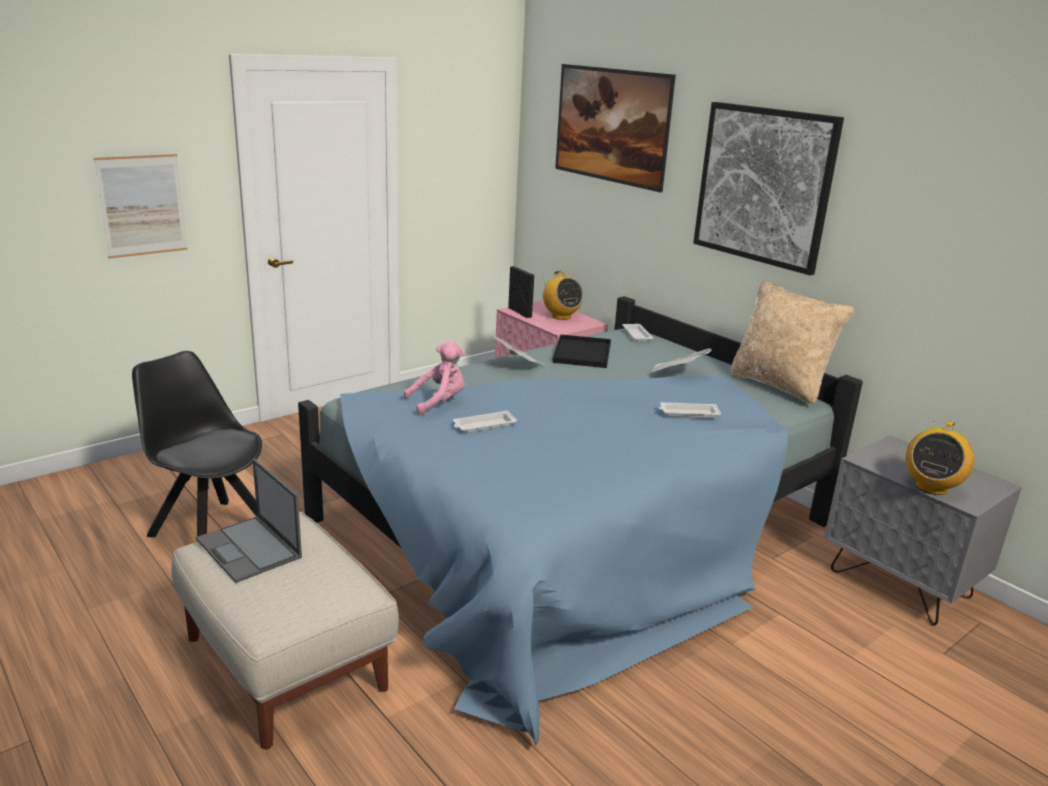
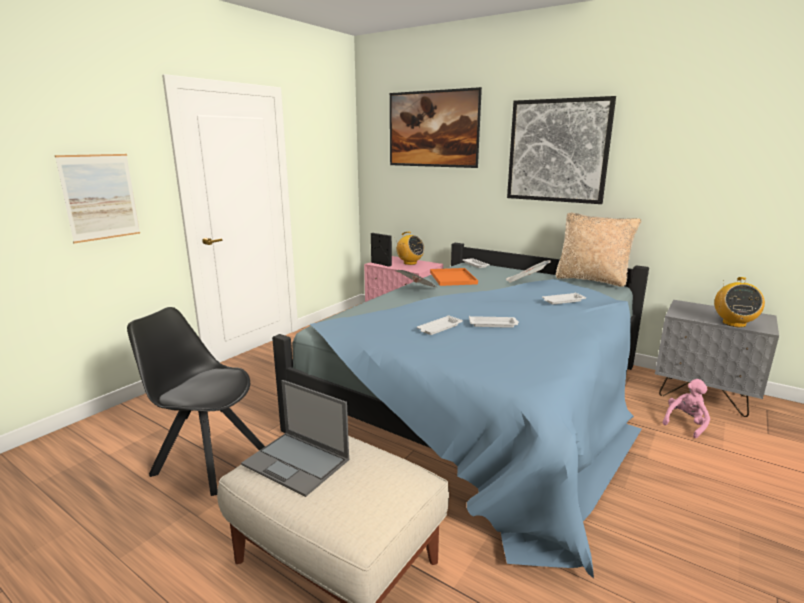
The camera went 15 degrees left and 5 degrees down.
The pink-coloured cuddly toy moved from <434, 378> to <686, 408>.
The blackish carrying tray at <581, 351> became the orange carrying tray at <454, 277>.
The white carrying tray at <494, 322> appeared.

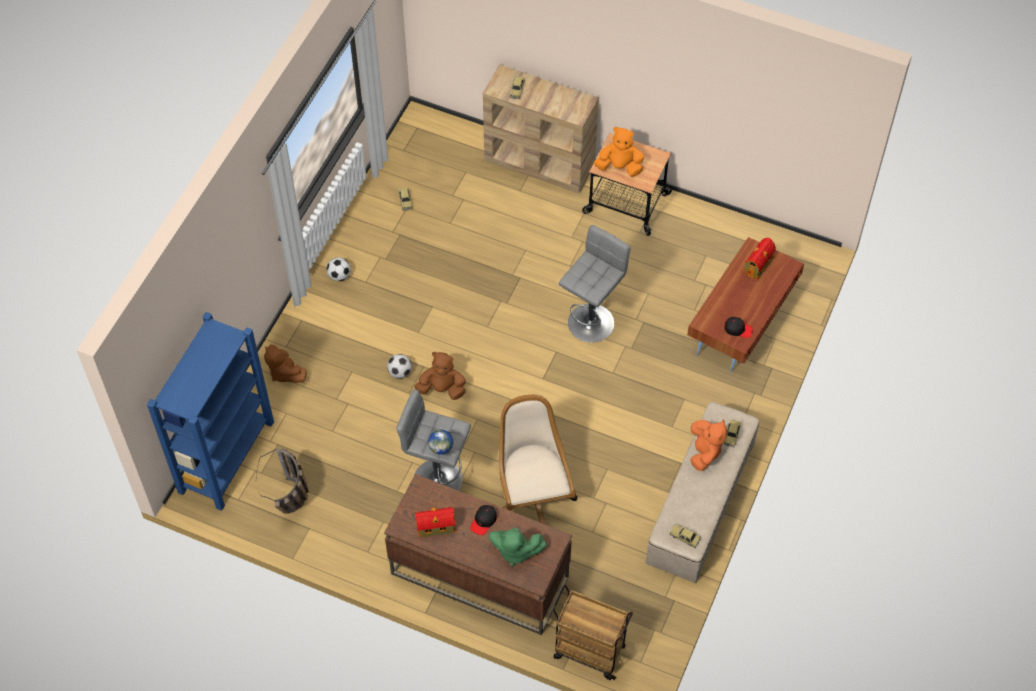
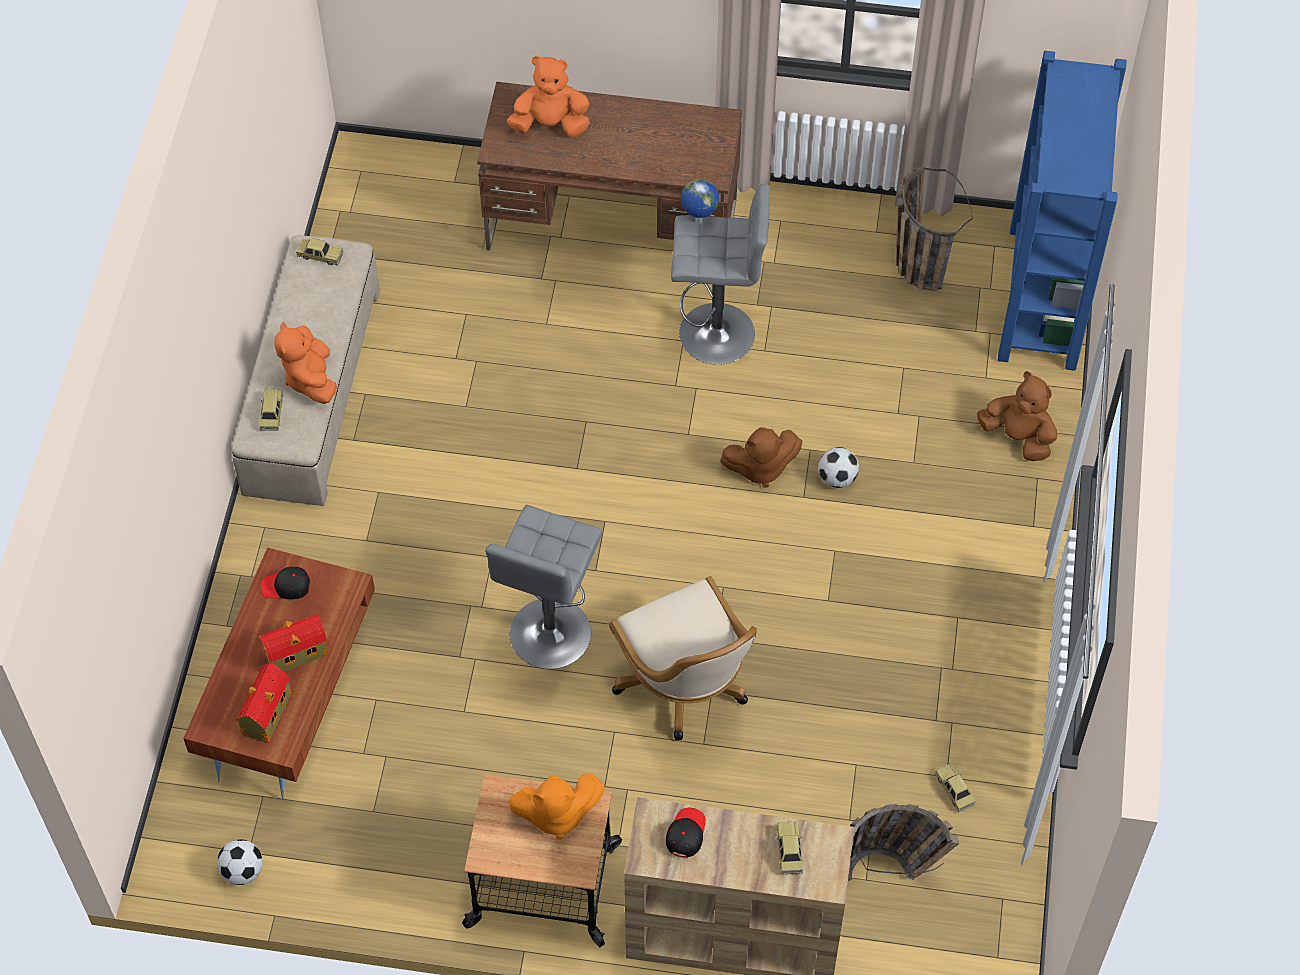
The camera went 165 degrees right and 0 degrees up.
The ball for football moved from <338, 269> to <240, 862>.
The miniature house moved from <435, 522> to <293, 643>.
The blackish peaked cap moved from <483, 520> to <686, 833>.
The greenish cuddly toy at <518, 547> became the orange cuddly toy at <548, 97>.
The office chair moved from <538, 460> to <683, 658>.
The brown cart at <593, 633> disappeared.
The household basket at <903, 842> appeared.

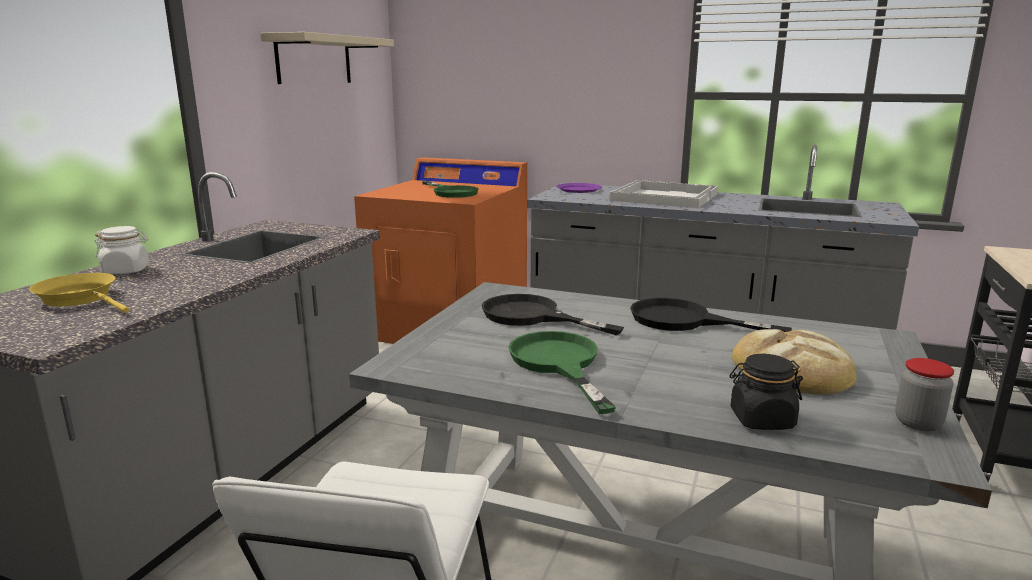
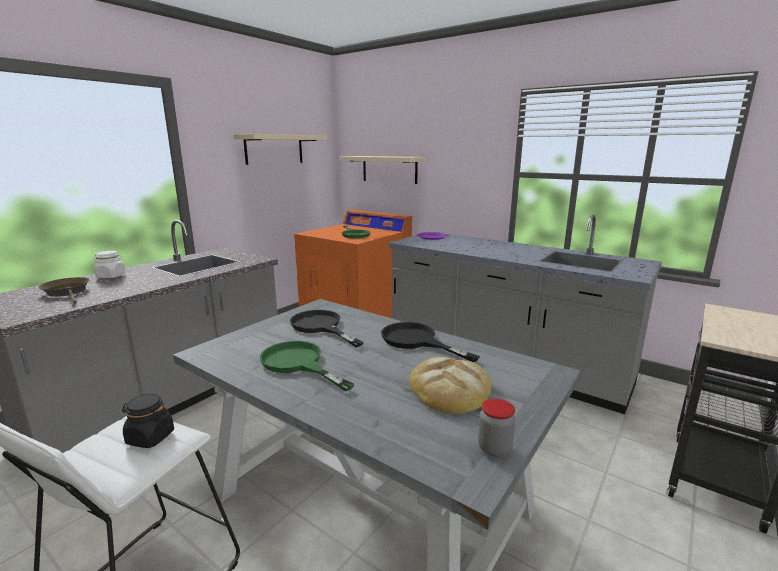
The camera went 15 degrees right and 0 degrees up.
The yellow pan at <79, 293> became the brown pan at <64, 290>.
The greenish pan at <562, 372> turned 45 degrees counterclockwise.
The white carrying tray at <664, 194> disappeared.
The blackish jar moved from <766, 392> to <148, 421>.
The sand-coloured wall shelf at <382, 170> appeared.

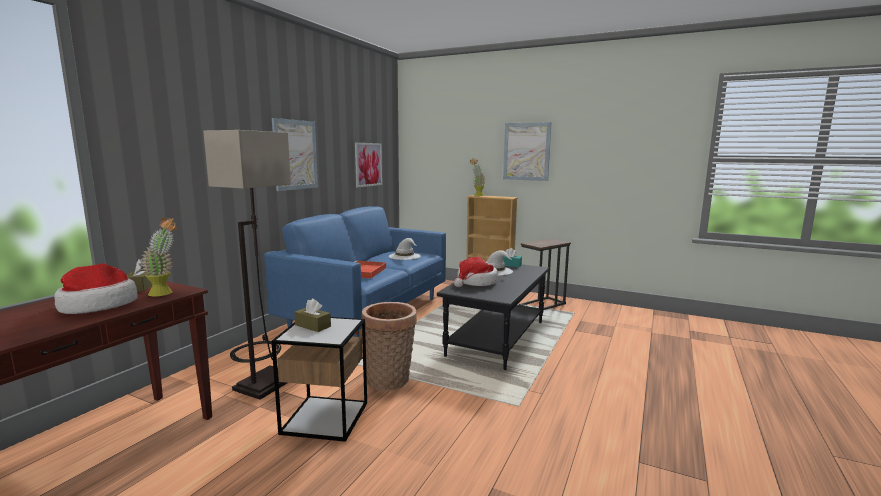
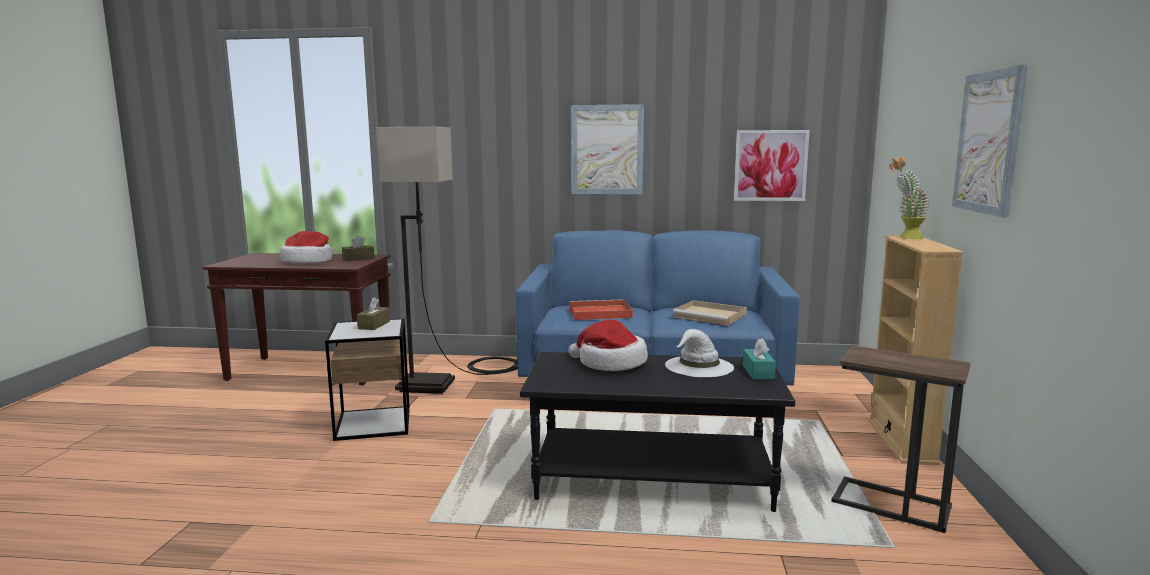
The camera went 70 degrees right and 0 degrees up.
The houseplant at <159, 256> disappeared.
The household basket at <389, 346> disappeared.
The white clothing hat at <405, 249> was replaced by the sand-coloured carrying tray at <710, 313>.

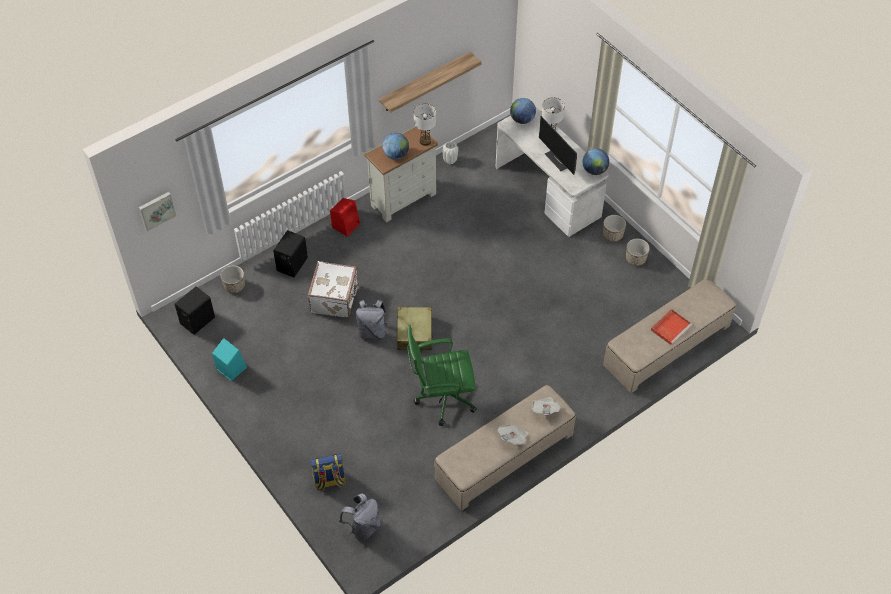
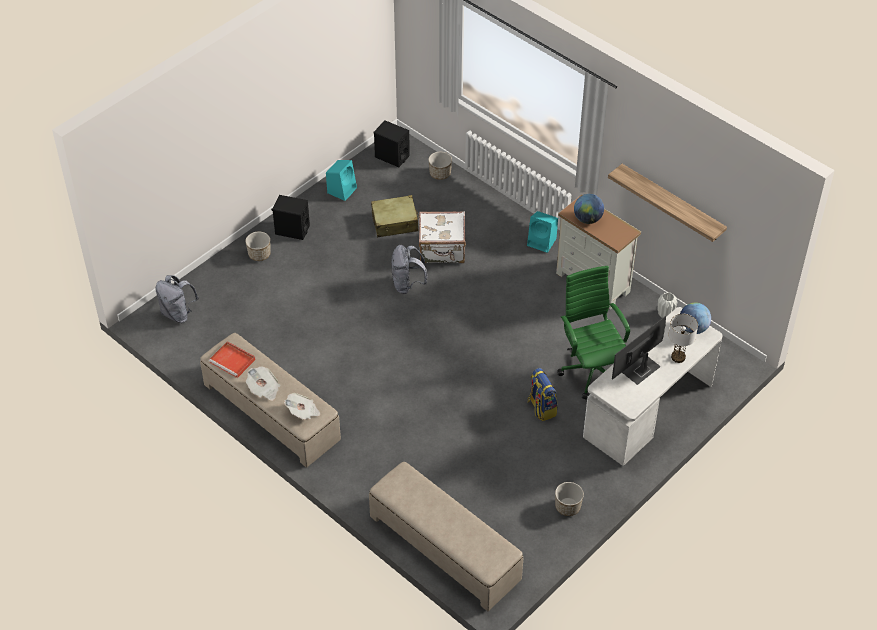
The camera went 80 degrees right and 5 degrees down.
The wall art at <157, 211> disappeared.
The blackish speaker moved from <290, 254> to <290, 217>.
The rucksack moved from <328, 472> to <542, 394>.
The red speaker at <345, 217> became the turquoise-coloured speaker at <542, 232>.
The sand-coloured piece of luggage moved from <415, 328> to <395, 216>.
The greenish office chair moved from <442, 375> to <593, 333>.
The table lamp at <425, 125> disappeared.
The desk globe at <596, 161> disappeared.
The flower pot moved from <614, 228> to <258, 246>.
The red carrying tray moved from <671, 327> to <232, 359>.

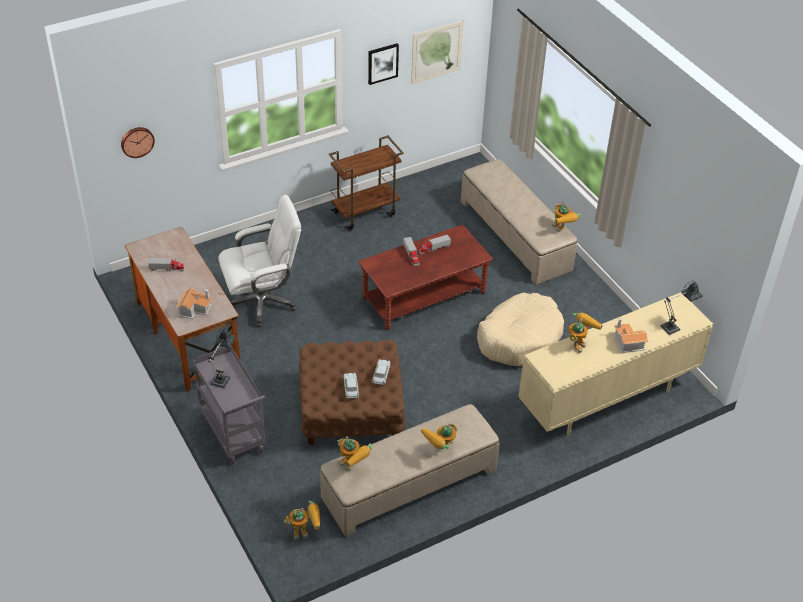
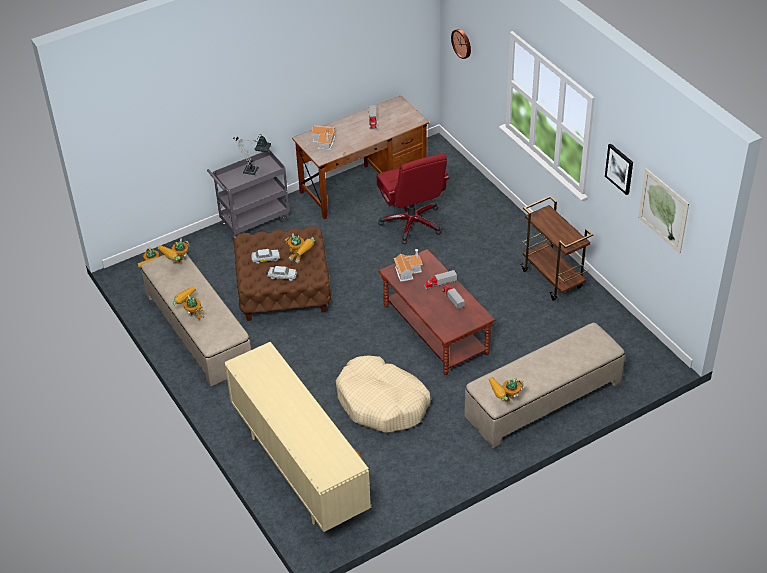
The camera went 90 degrees right and 0 degrees up.
The white office chair at <259, 261> became the red office chair at <412, 199>.
The robot figure moved from <586, 333> to <300, 248>.
The miniature house moved from <631, 335> to <408, 265>.
The table lamp at <681, 308> disappeared.

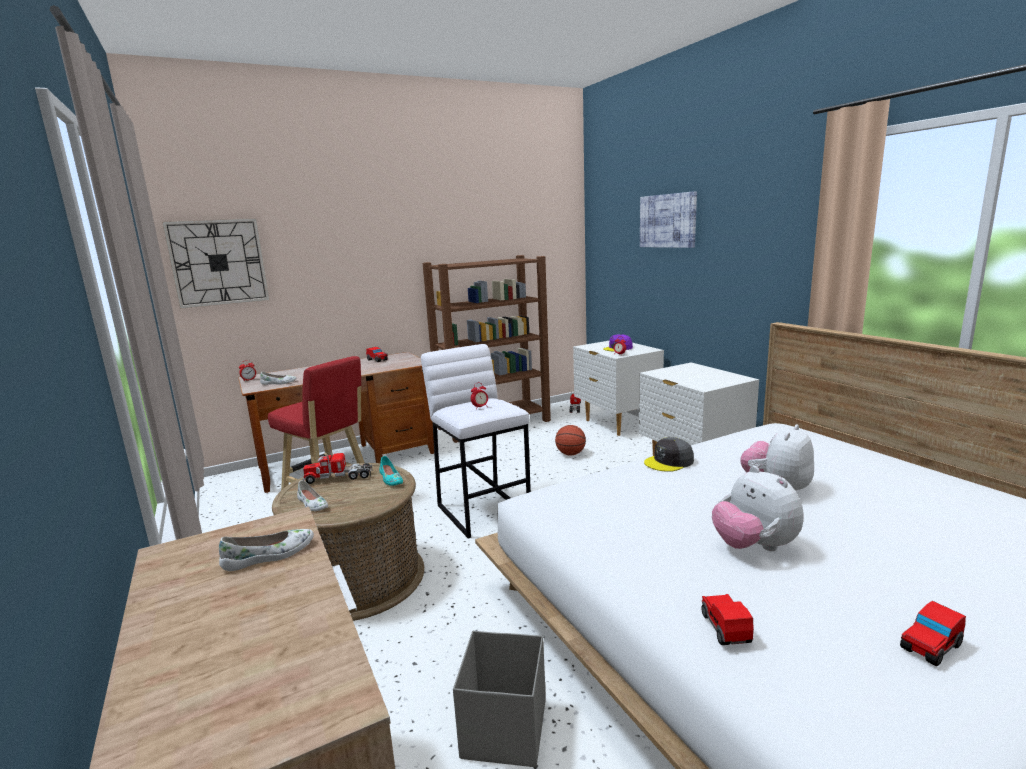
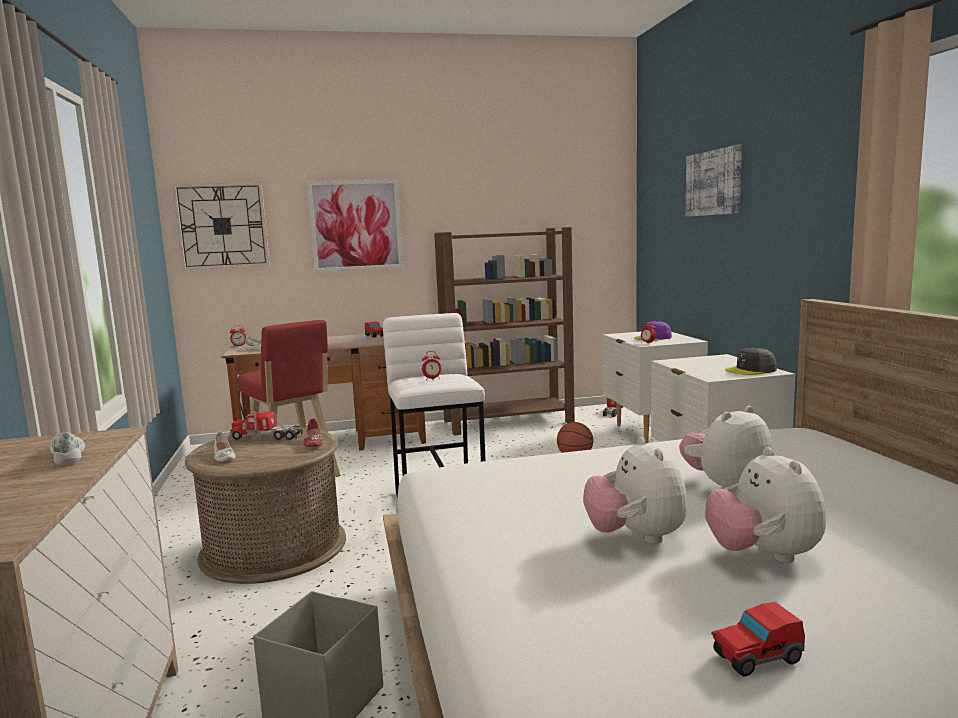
The camera went 15 degrees right and 5 degrees down.
The white item of footwear at <266, 550> turned 105 degrees counterclockwise.
The turquoise-coloured item of footwear at <391, 471> became the red item of footwear at <313, 433>.
The greyish peaked cap moved from <669, 454> to <751, 361>.
The miniature car at <727, 619> disappeared.
The wall art at <355, 225> appeared.
The cuddly toy at <765, 505> appeared.

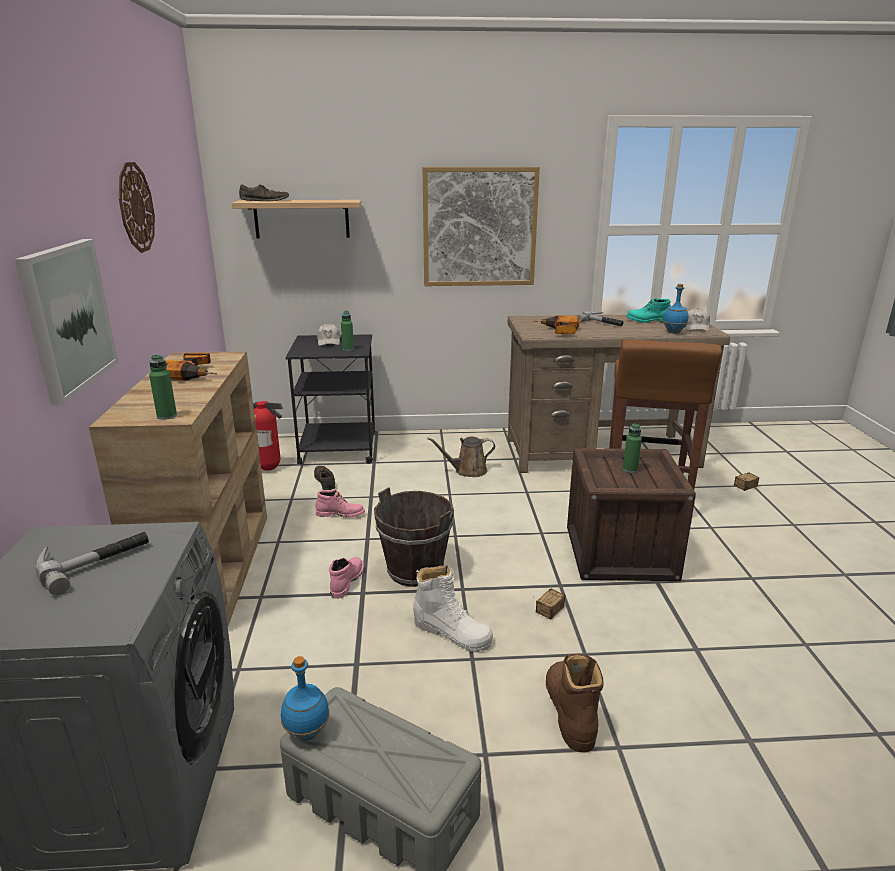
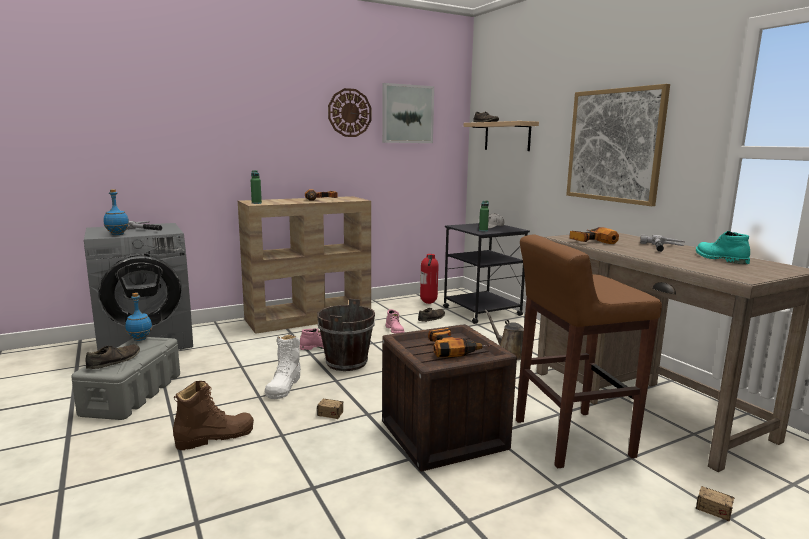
The camera went 65 degrees right and 10 degrees down.
The wall art moved from <66, 322> to <408, 113>.
The greenish drink bottle at <632, 448> was replaced by the power drill at <460, 342>.
The blue-coloured drink bottle moved from <676, 308> to <116, 212>.
The white peaked cap at <698, 320> disappeared.
The brown item of footwear at <113, 356> appeared.

